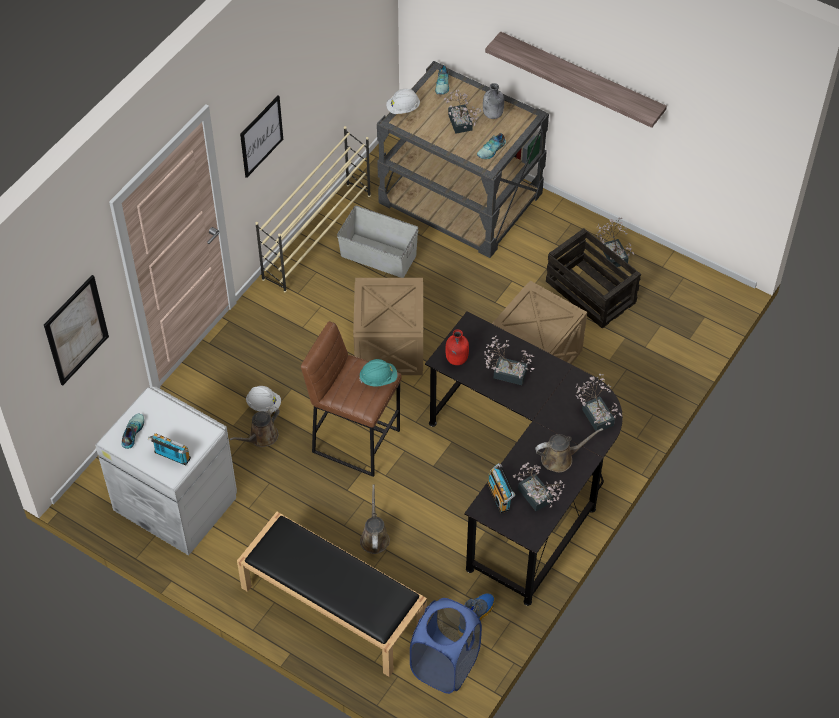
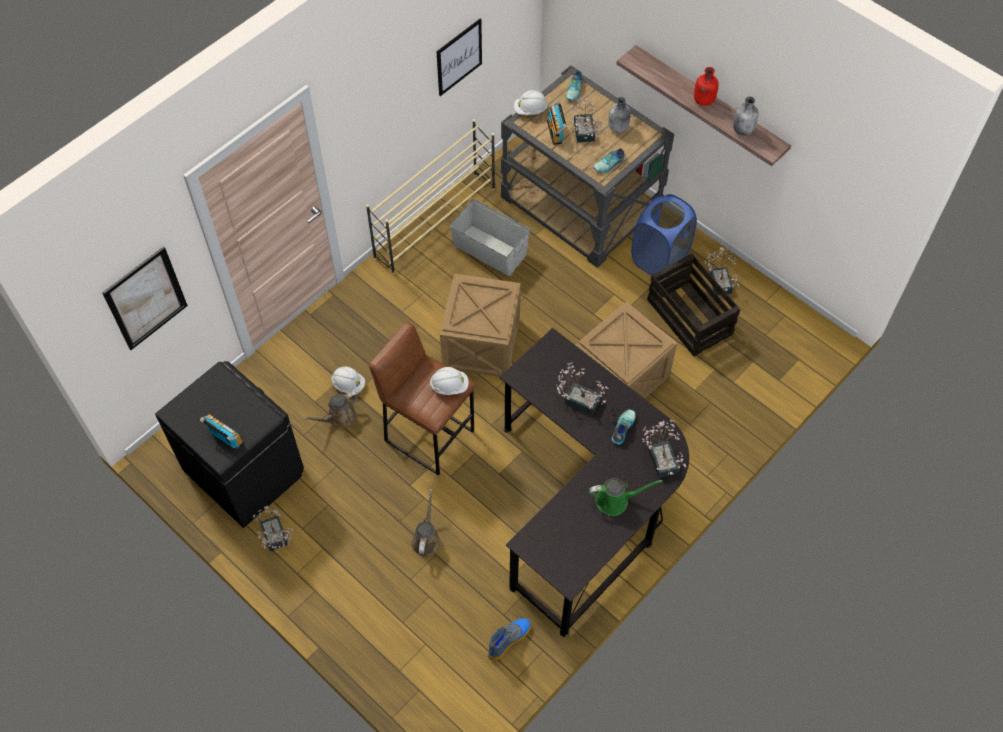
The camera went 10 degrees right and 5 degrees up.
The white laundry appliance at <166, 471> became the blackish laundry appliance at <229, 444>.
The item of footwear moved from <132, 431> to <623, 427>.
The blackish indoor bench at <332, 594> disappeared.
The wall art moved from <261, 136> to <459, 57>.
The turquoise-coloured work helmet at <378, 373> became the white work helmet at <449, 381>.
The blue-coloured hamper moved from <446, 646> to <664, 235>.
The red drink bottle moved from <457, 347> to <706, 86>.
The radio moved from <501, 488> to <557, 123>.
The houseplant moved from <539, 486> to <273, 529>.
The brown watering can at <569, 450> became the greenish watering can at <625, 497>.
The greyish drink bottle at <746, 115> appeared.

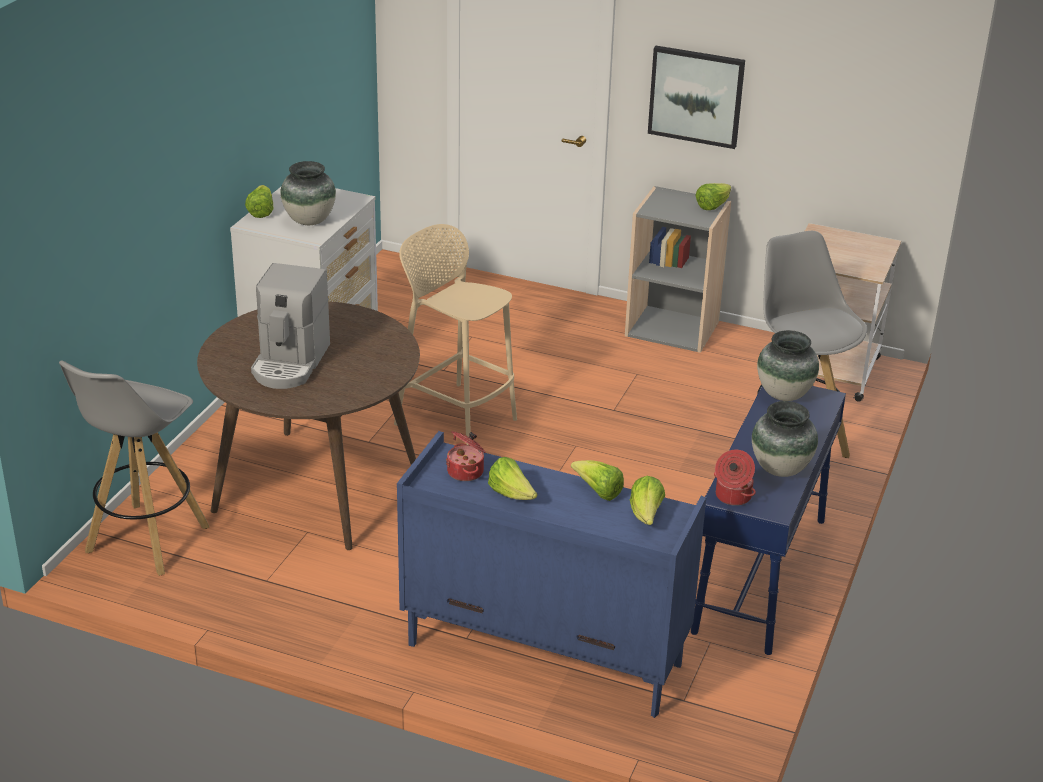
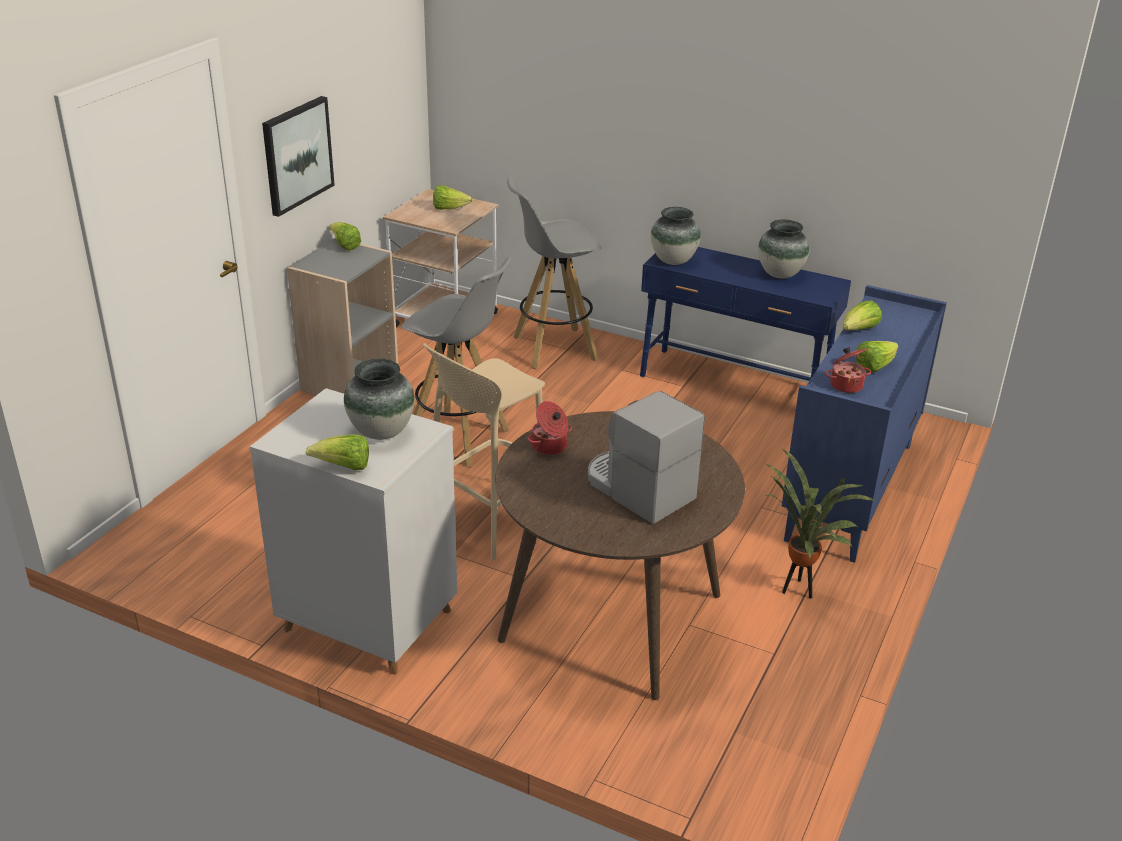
The camera went 85 degrees left and 0 degrees up.
The greyish stool seat moved from <134, 468> to <456, 362>.
The coffee machine at <290, 326> turned 150 degrees counterclockwise.
The head of lettuce moved from <647, 500> to <453, 197>.
The saucepot moved from <735, 478> to <550, 428>.
The houseplant at <821, 523> appeared.

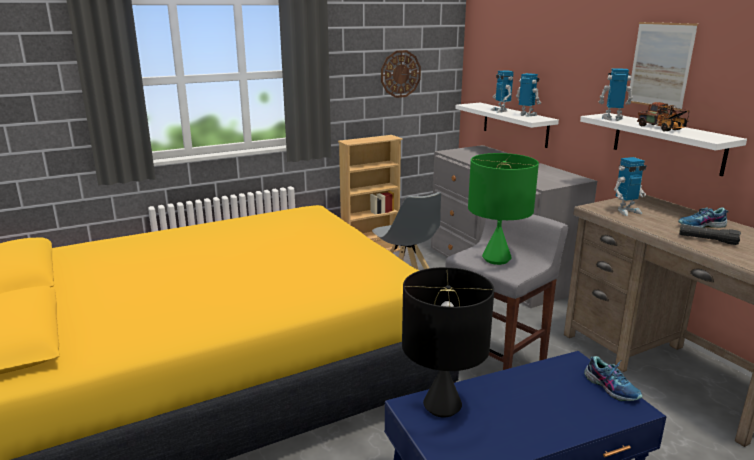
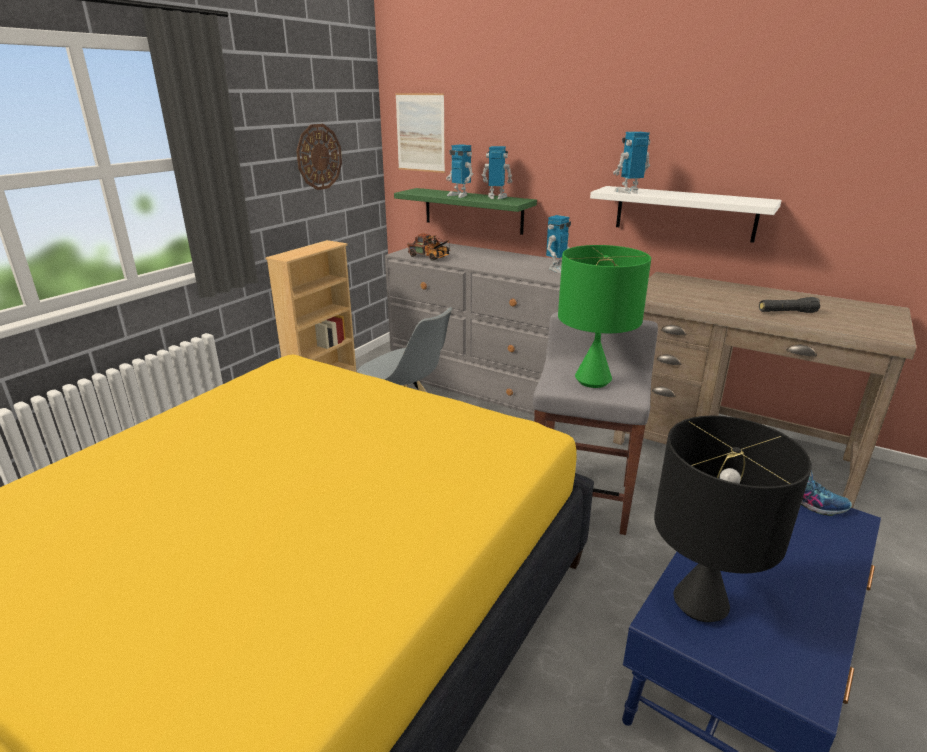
The camera went 30 degrees left and 5 degrees up.
The white wall shelf at <507, 125> became the greenish wall shelf at <465, 211>.
The robot figure moved from <630, 186> to <558, 244>.
The wall art moved from <663, 66> to <420, 133>.
The toy lorry moved from <663, 116> to <429, 247>.
The item of footwear at <703, 217> disappeared.

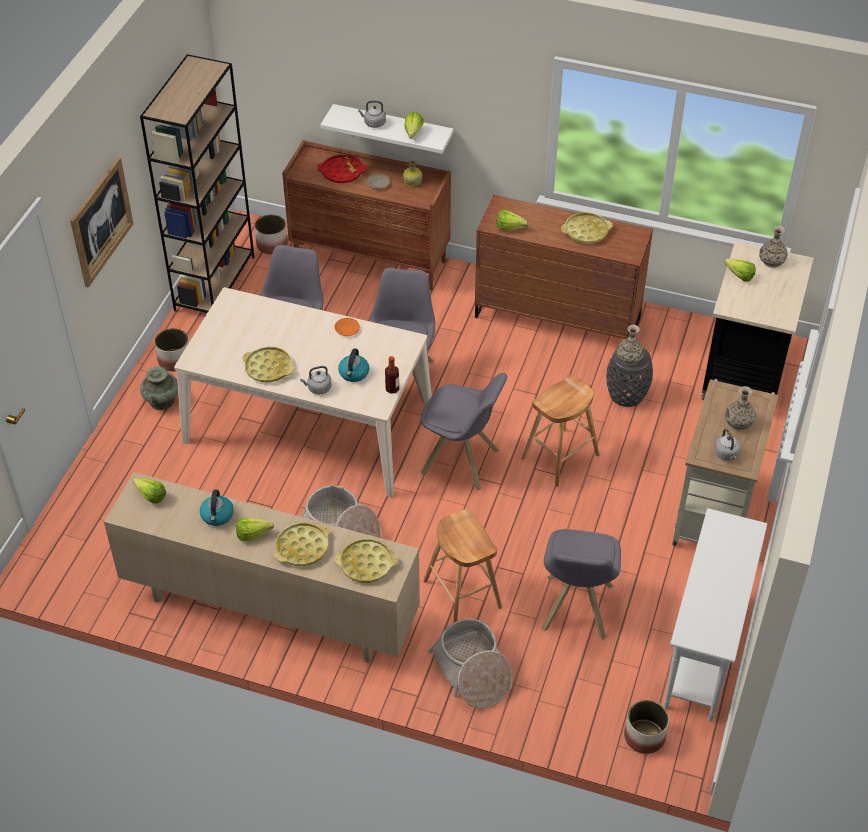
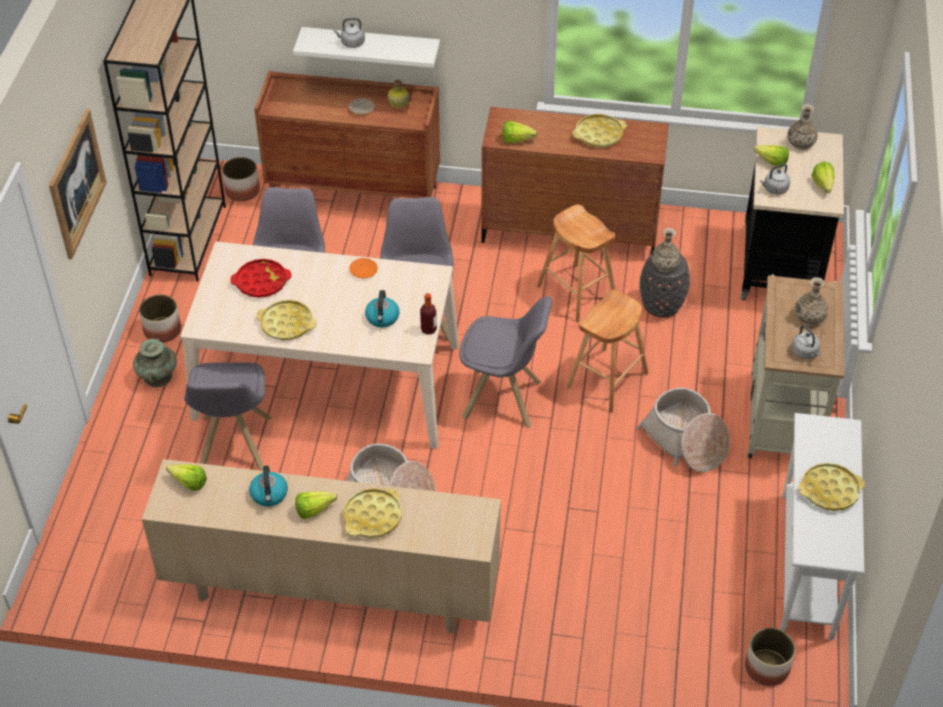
The camera went 10 degrees left and 0 degrees up.
The greyish water kettle moved from <316, 380> to <775, 179>.
The red carrying tray moved from <342, 169> to <261, 278>.
The yellow carrying tray moved from <366, 561> to <831, 487>.
The head of lettuce moved from <414, 125> to <823, 177>.
The brown stool seat moved from <463, 566> to <576, 263>.
The household basket moved from <470, 663> to <683, 430>.
The greyish plain chair moved from <581, 584> to <228, 416>.

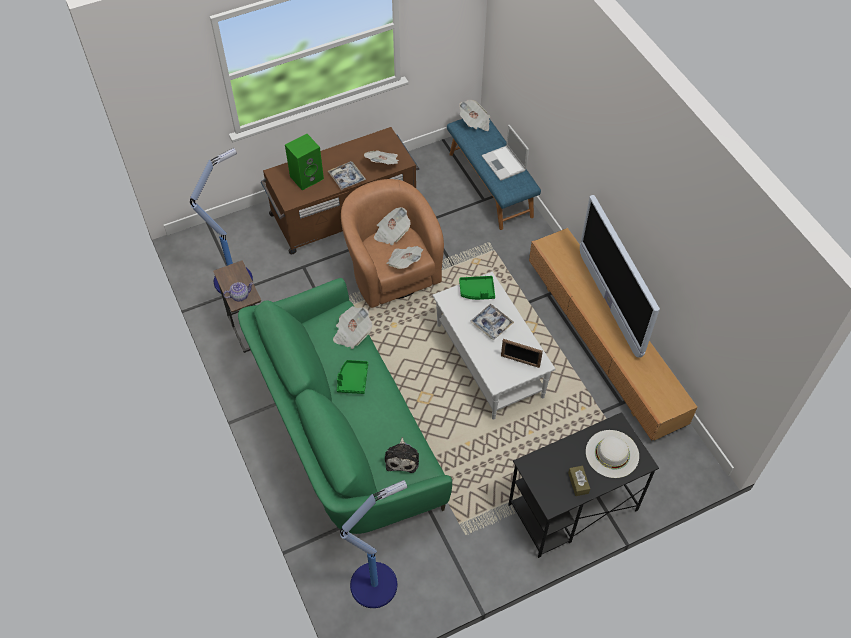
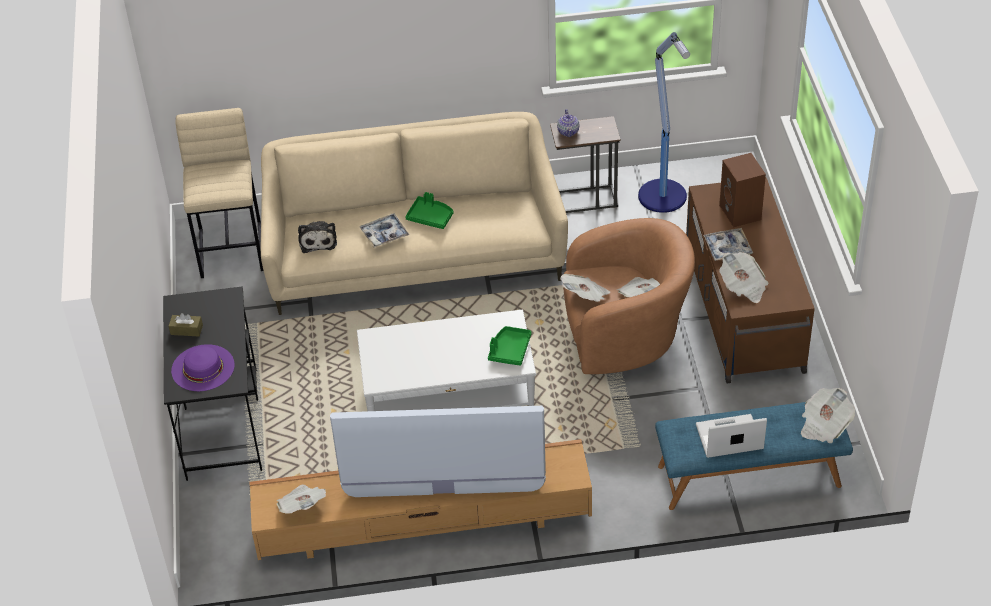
The camera went 110 degrees right and 10 degrees down.
The greenish settee at <345, 406> became the sand-coloured settee at <414, 213>.
The greenish speaker at <304, 162> became the brown speaker at <742, 190>.
The newspaper moved from <352, 327> to <301, 499>.
The standard lamp at <373, 544> was replaced by the sand-coloured stool seat at <219, 193>.
The cuddly toy at <402, 455> turned 120 degrees counterclockwise.
The carrying tray moved from <492, 322> to <384, 230>.
The photo frame at <522, 353> disappeared.
The white clothing hat at <612, 454> became the purplish clothing hat at <203, 367>.

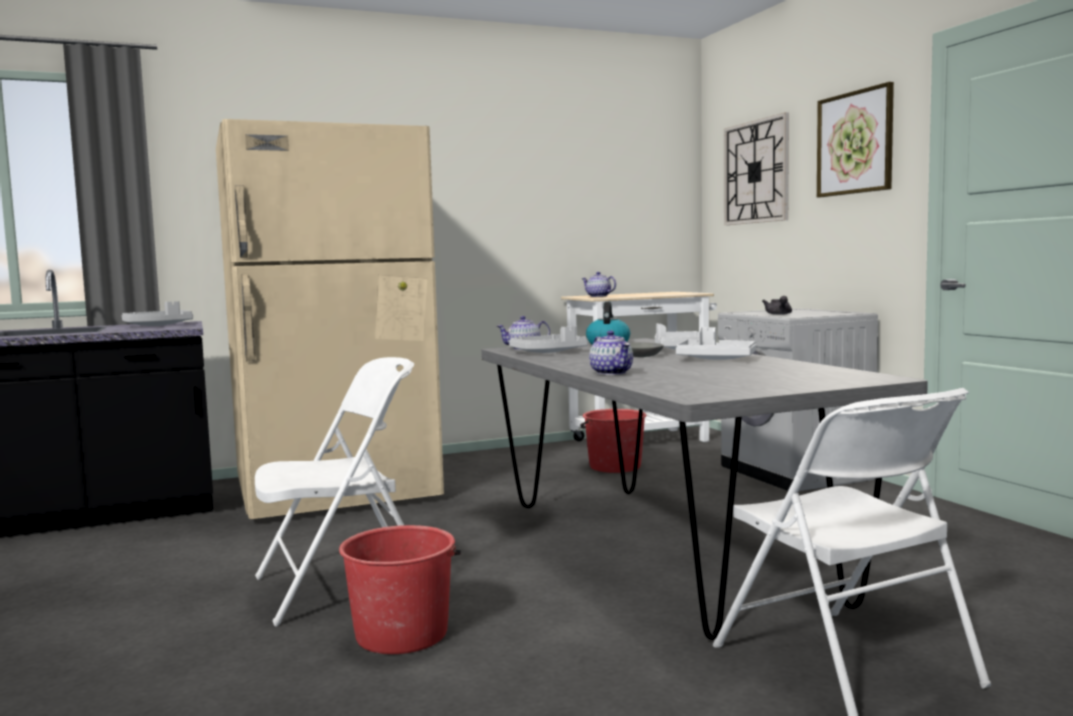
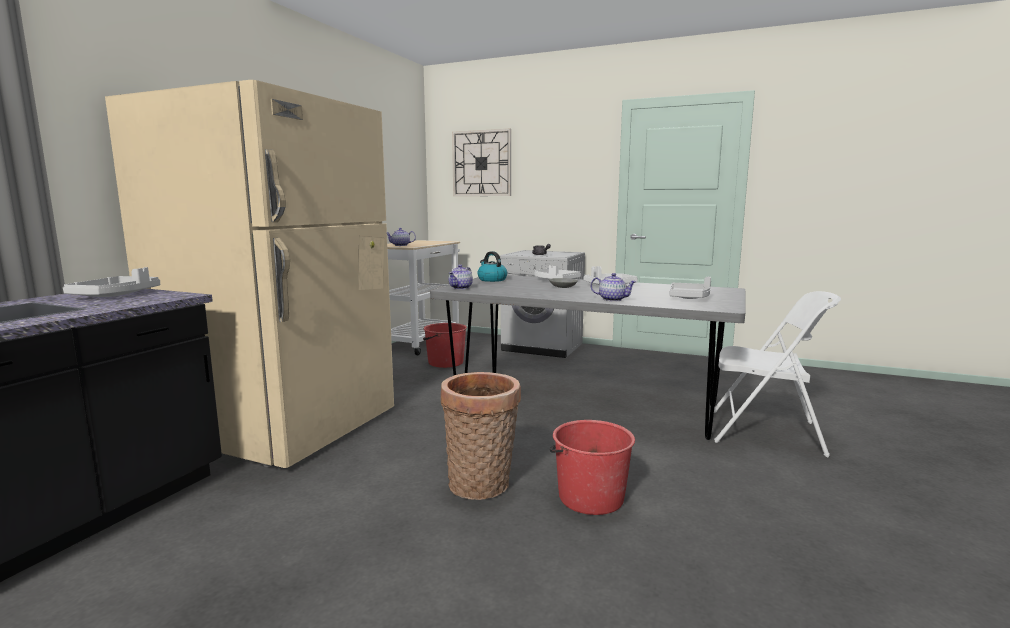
The camera went 45 degrees left and 5 degrees up.
The white plain chair at <334, 492> was replaced by the household basket at <481, 436>.
The greyish carrying tray moved from <548, 339> to <690, 288>.
The wall art at <855, 139> disappeared.

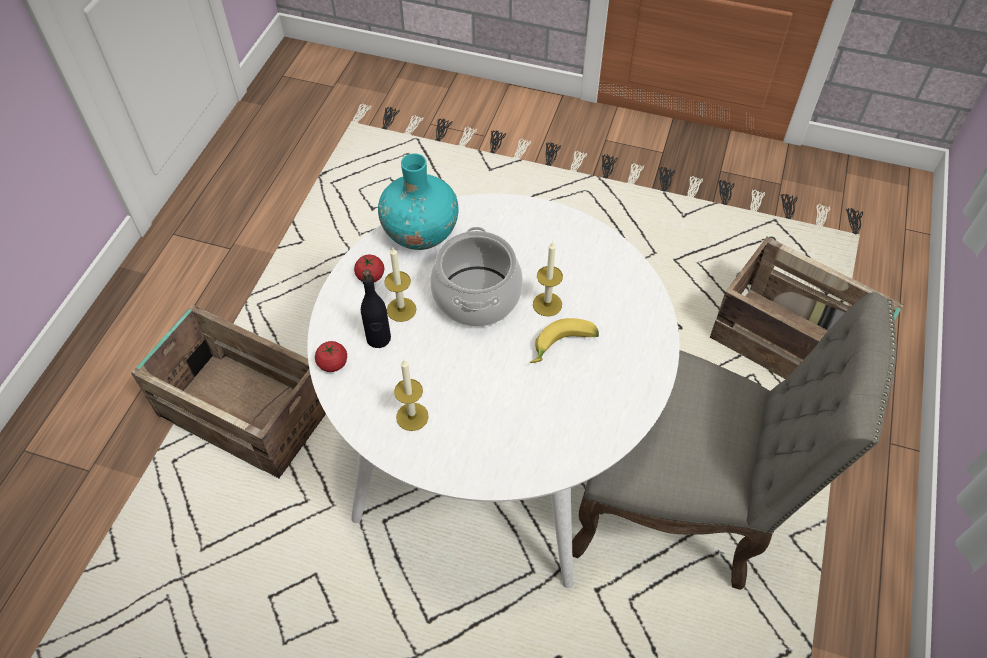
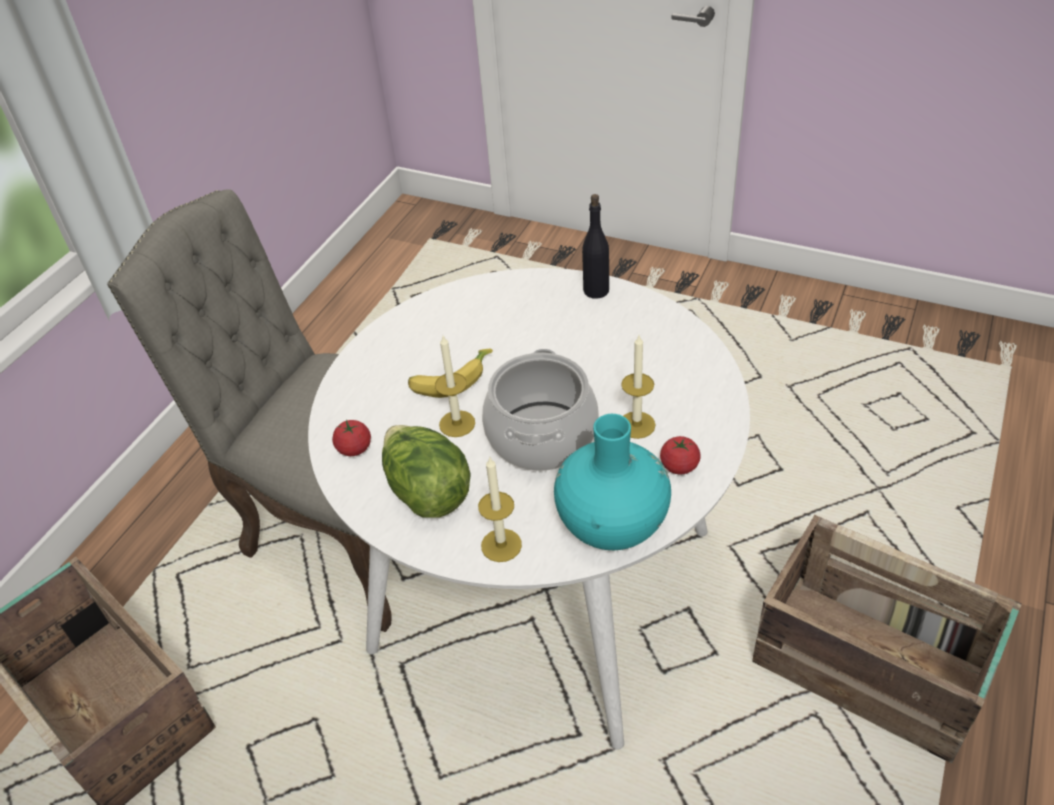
The camera went 170 degrees left and 10 degrees down.
The whole tomato moved from <331, 356> to <351, 438>.
The blackish drink bottle moved from <376, 308> to <595, 246>.
The wax light moved from <411, 395> to <500, 510>.
The head of lettuce at <426, 471> appeared.

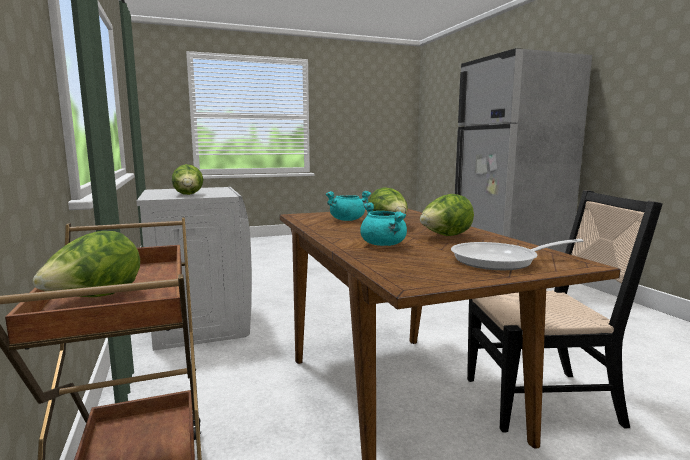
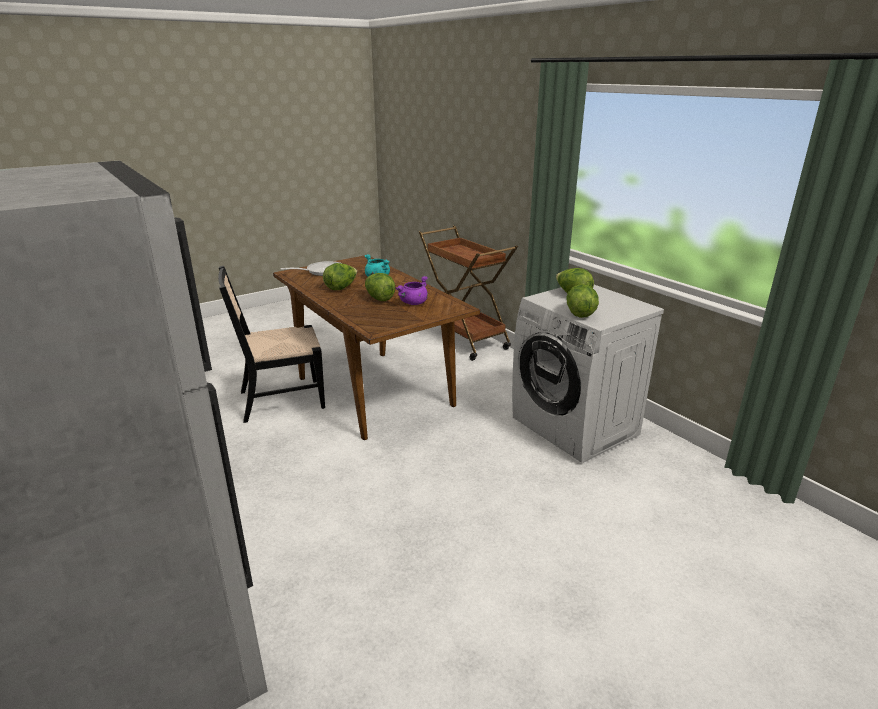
The camera went 165 degrees right and 15 degrees up.
The head of lettuce moved from <86, 264> to <582, 301>.
The turquoise-coloured saucepot at <348, 206> became the purplish saucepot at <412, 290>.

